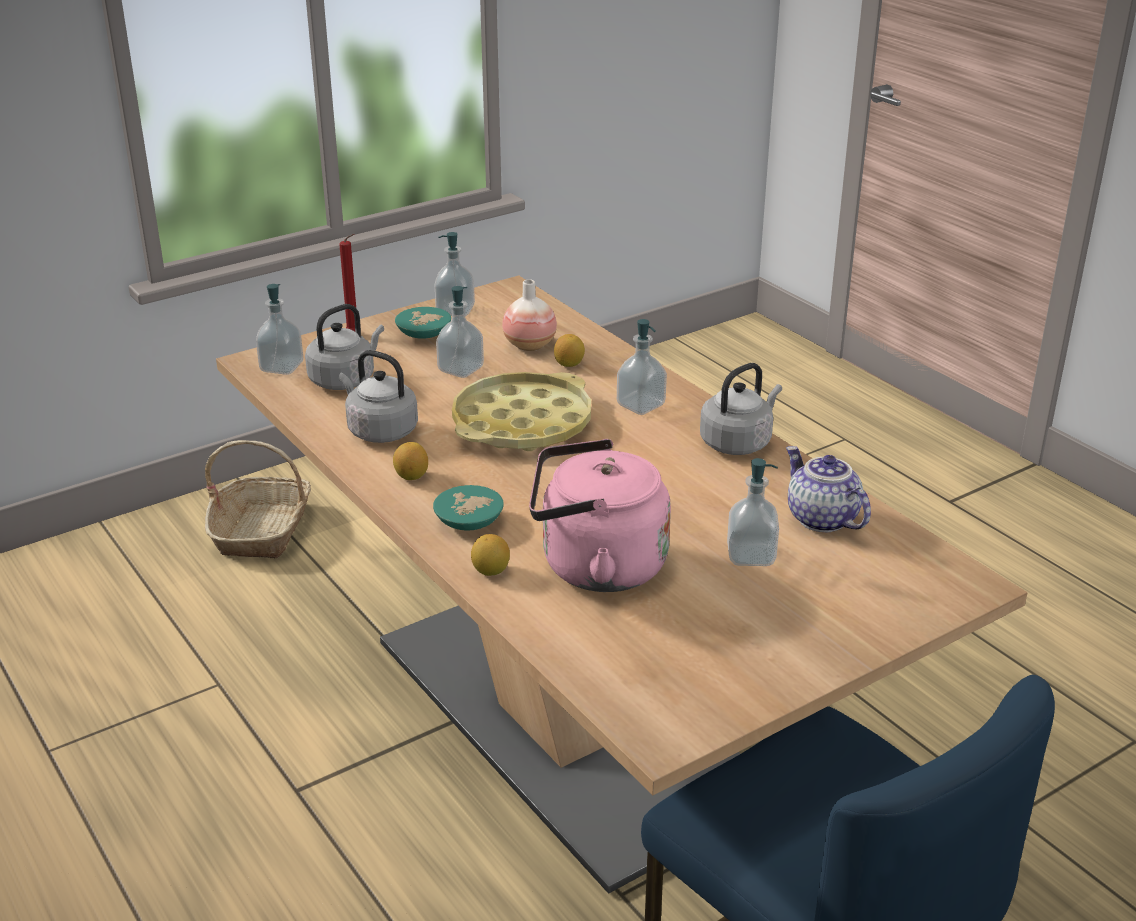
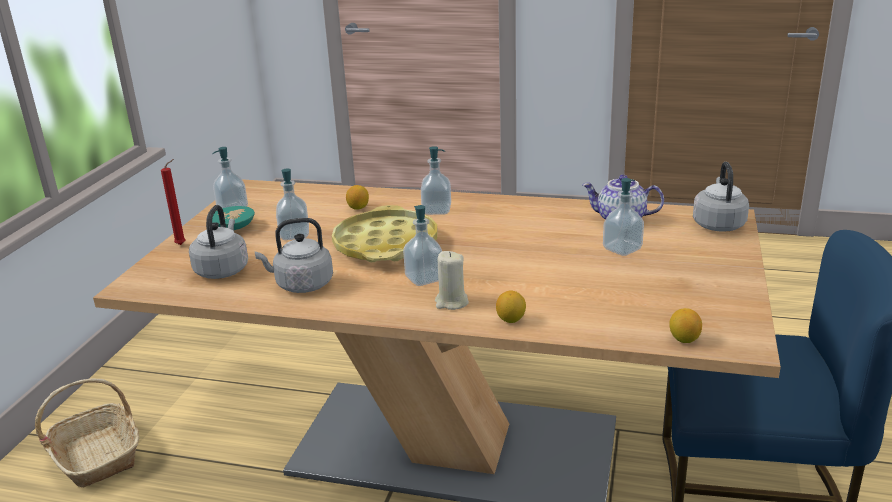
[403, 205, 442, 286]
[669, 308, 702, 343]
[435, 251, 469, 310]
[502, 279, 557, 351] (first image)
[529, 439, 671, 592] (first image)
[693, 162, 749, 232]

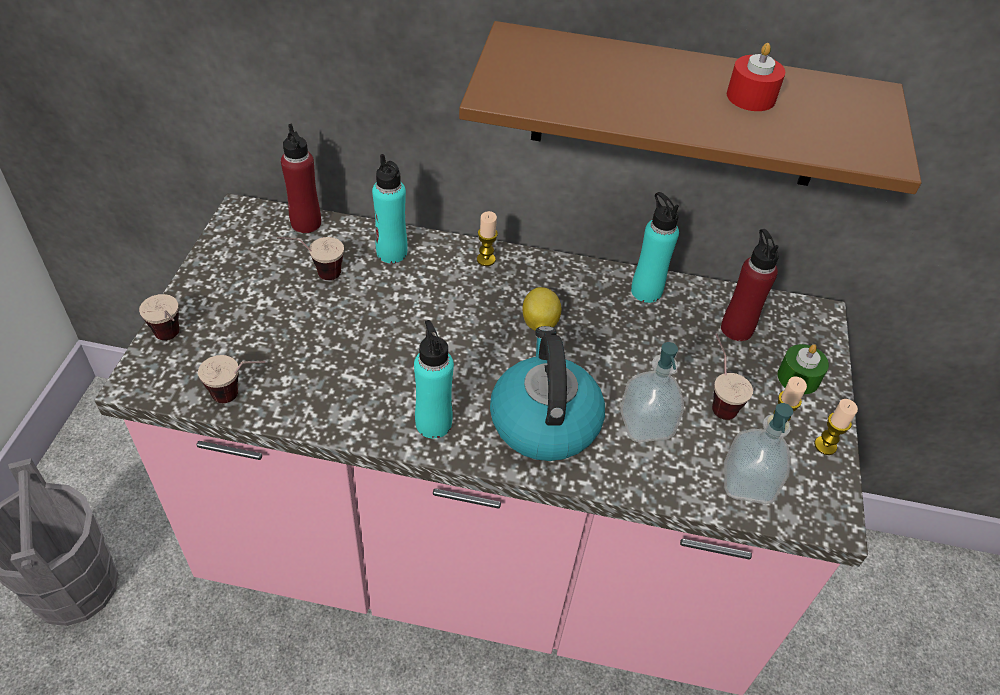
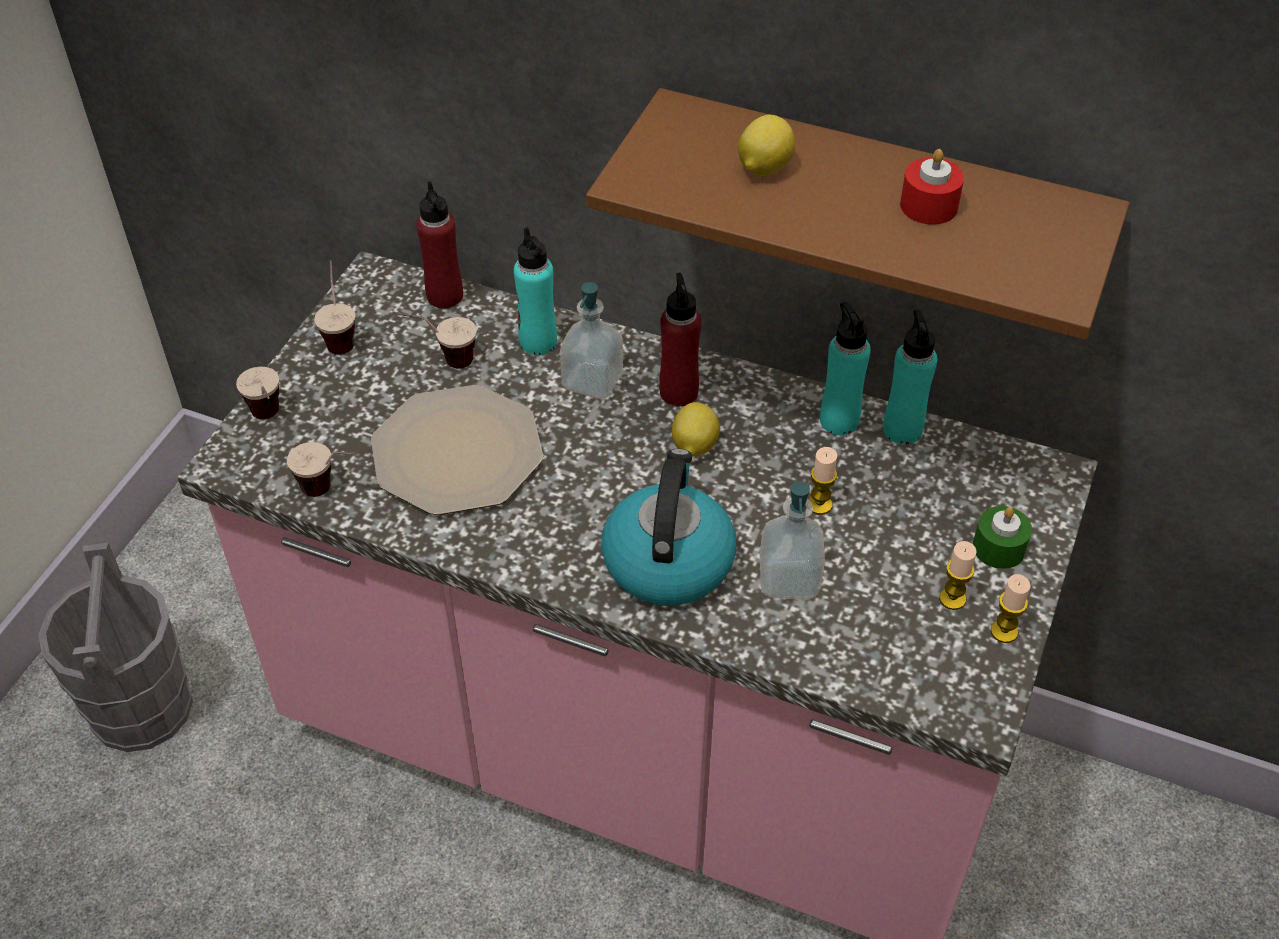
[883, 310, 937, 445]
[809, 447, 837, 515]
[314, 260, 355, 354]
[659, 273, 701, 407]
[560, 282, 623, 399]
[371, 385, 543, 515]
[738, 114, 795, 175]

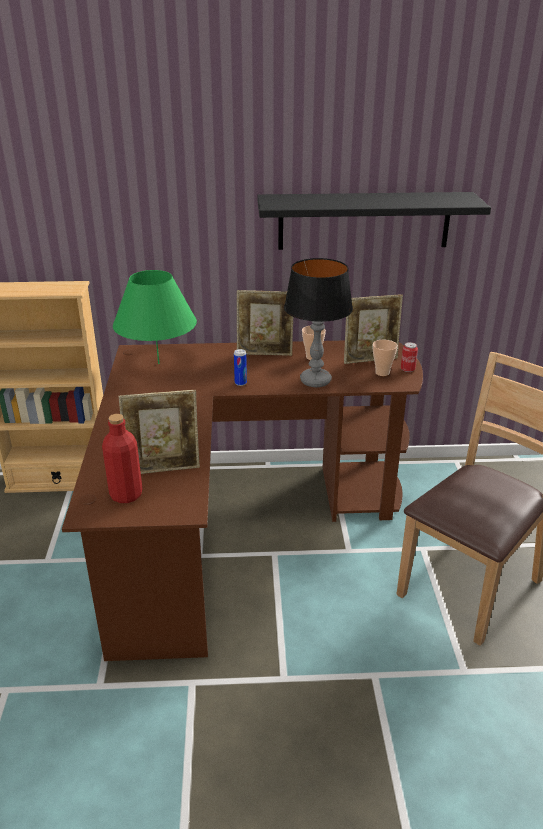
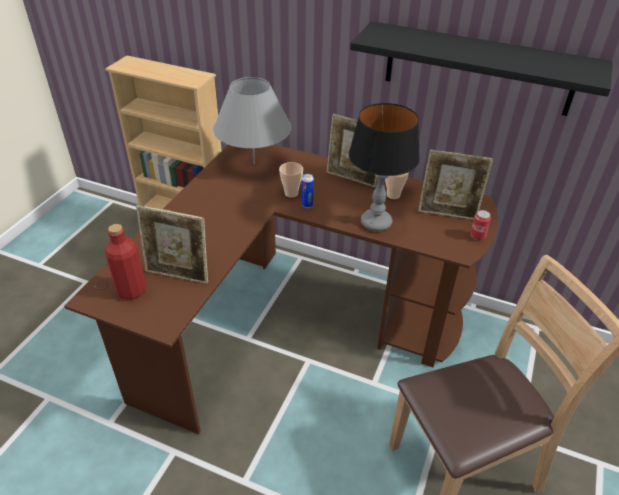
[213, 77, 291, 164]
[279, 162, 303, 198]

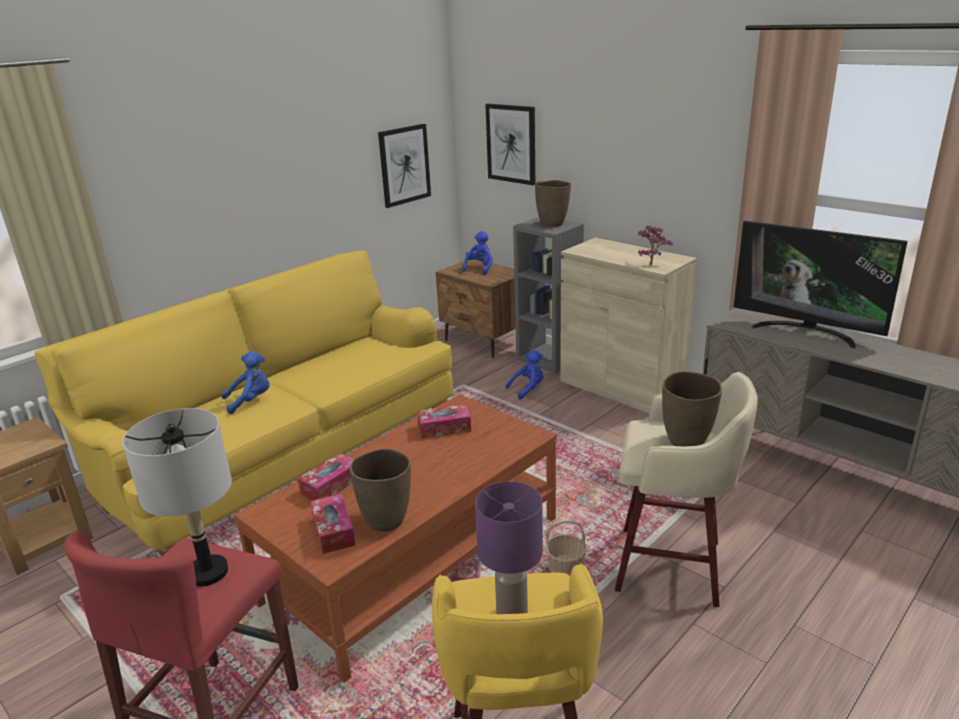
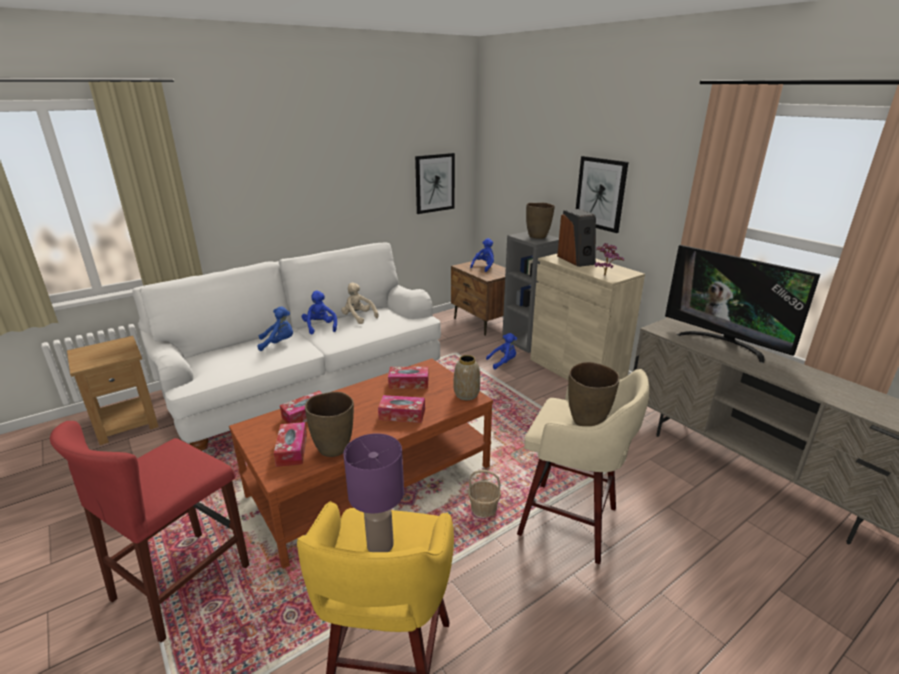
[132, 243, 441, 452]
[122, 408, 232, 587] (first image)
[576, 156, 628, 233]
[302, 291, 337, 335]
[341, 283, 379, 324]
[378, 395, 425, 423]
[453, 355, 480, 400]
[557, 209, 596, 267]

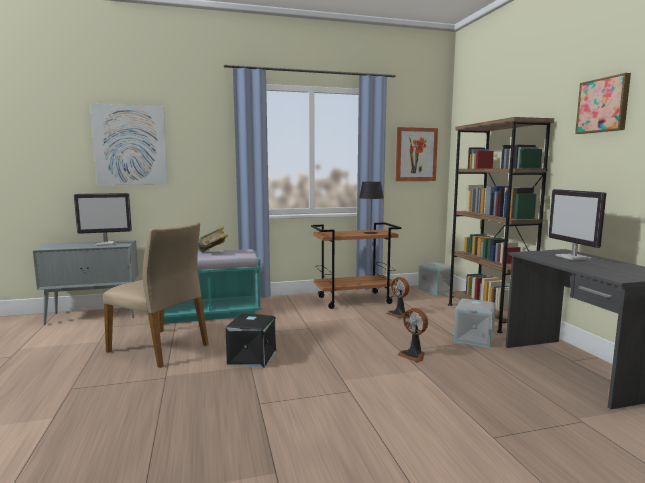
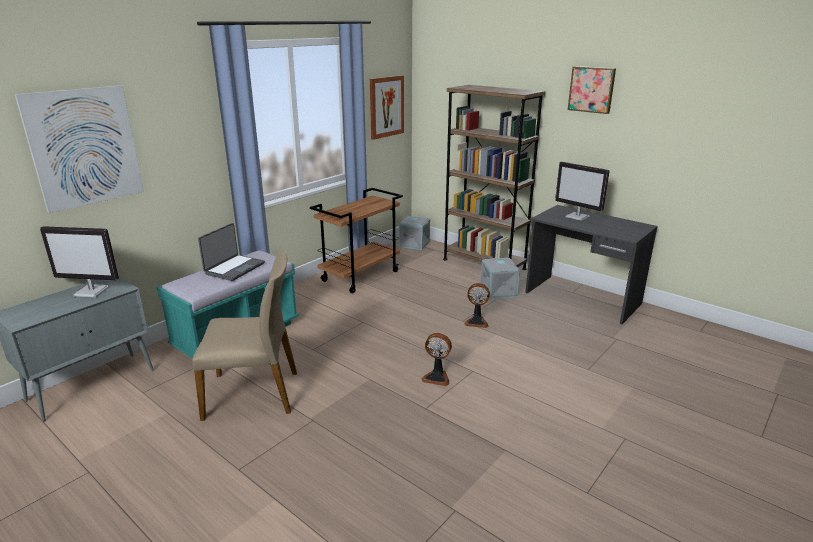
[40, 226, 119, 298]
[198, 223, 265, 281]
[225, 314, 276, 368] (first image)
[359, 182, 384, 234] (first image)
[421, 333, 452, 386]

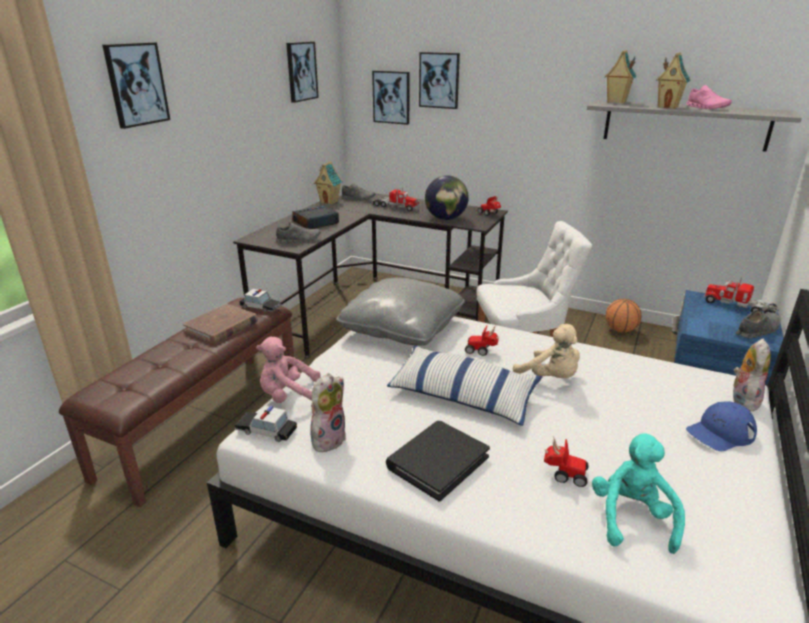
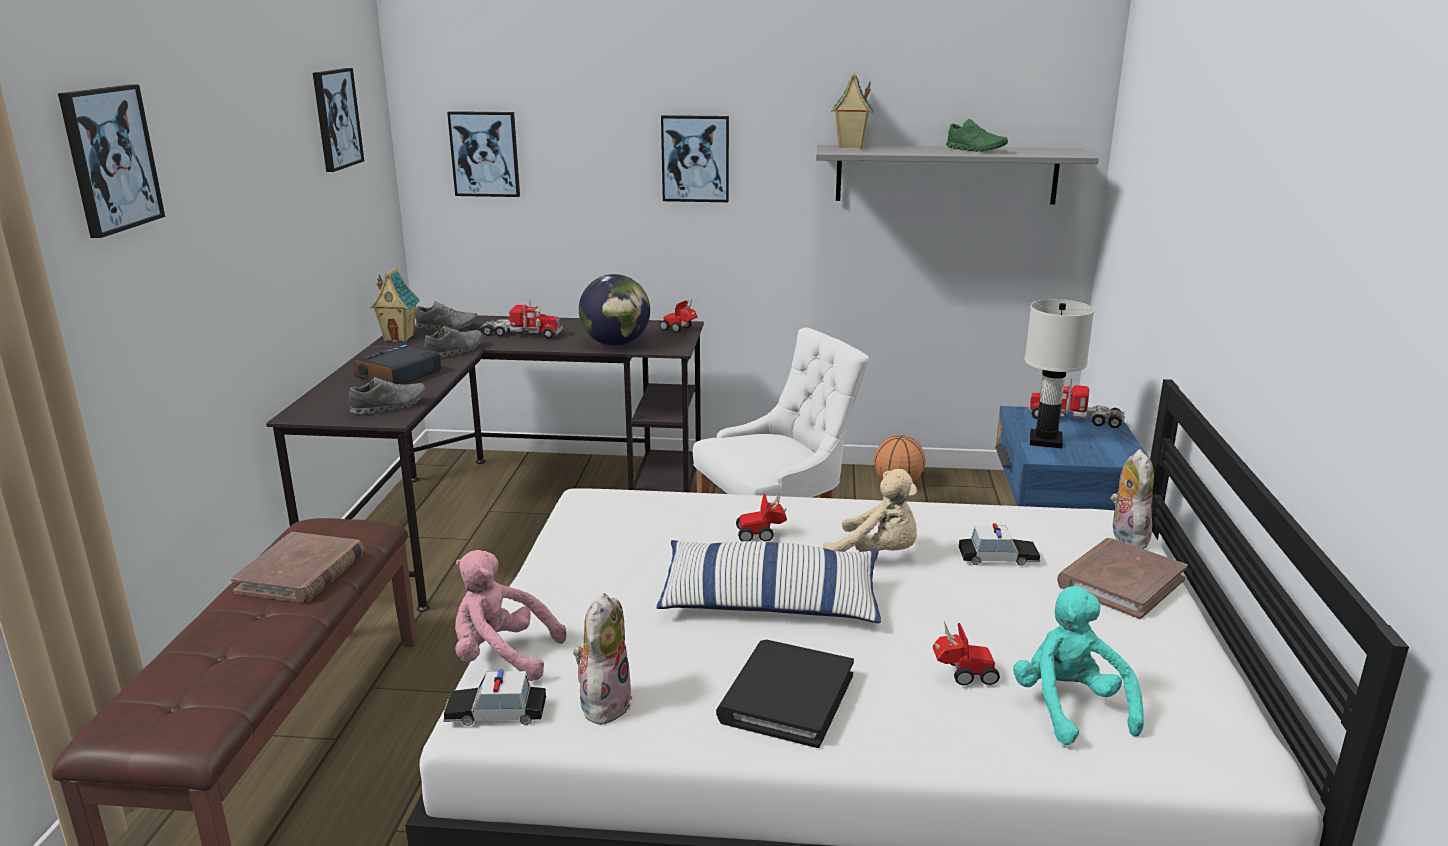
[959, 523, 1040, 566]
[455, 550, 567, 681]
[336, 277, 465, 346] (first image)
[661, 115, 729, 202]
[656, 52, 691, 109] (first image)
[946, 119, 1008, 152]
[1057, 538, 1188, 619]
[424, 326, 482, 358]
[1024, 299, 1094, 448]

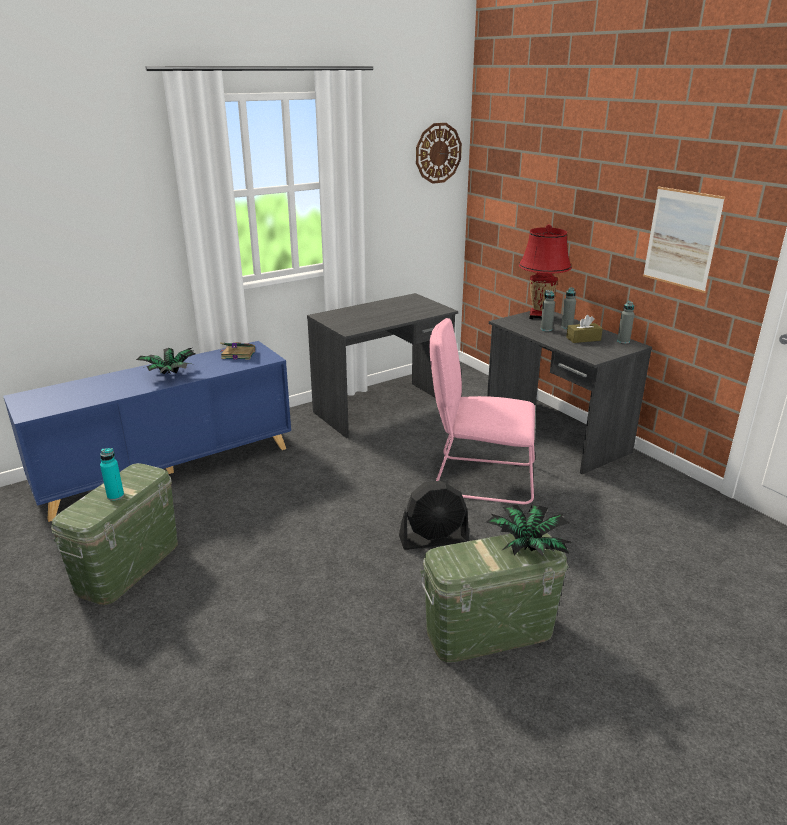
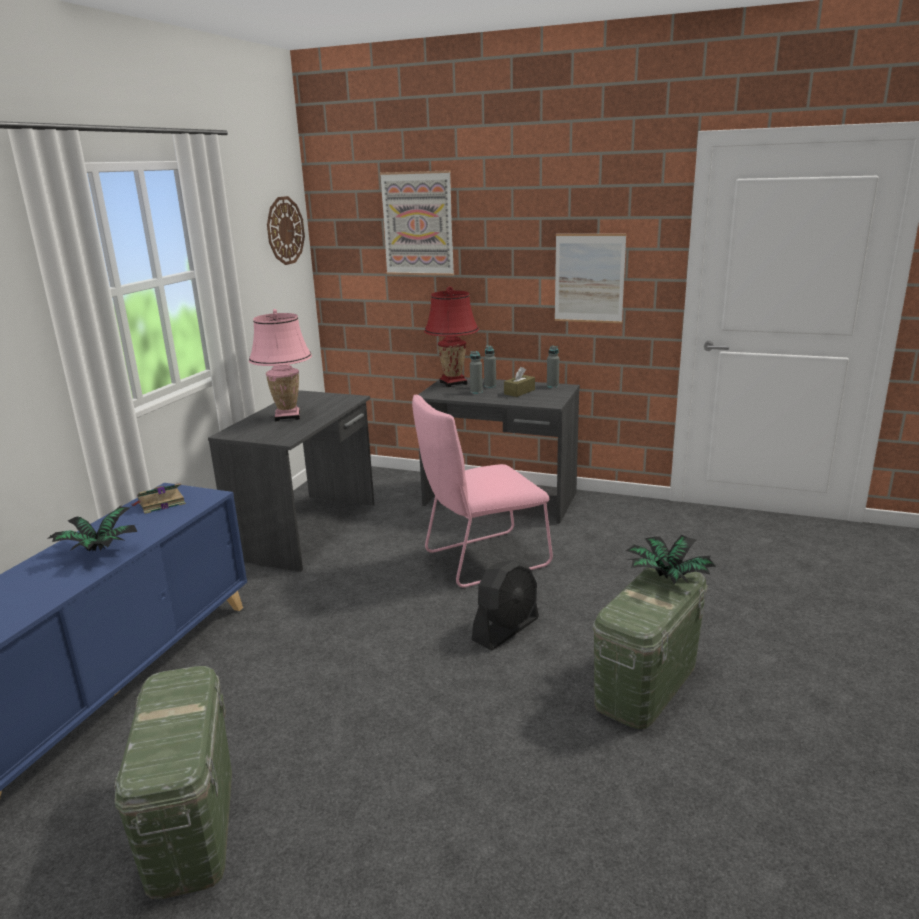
[100, 448, 124, 501] (first image)
[249, 309, 312, 422]
[380, 170, 454, 276]

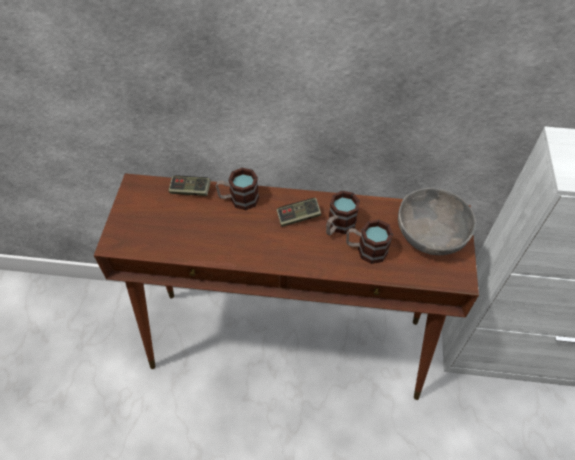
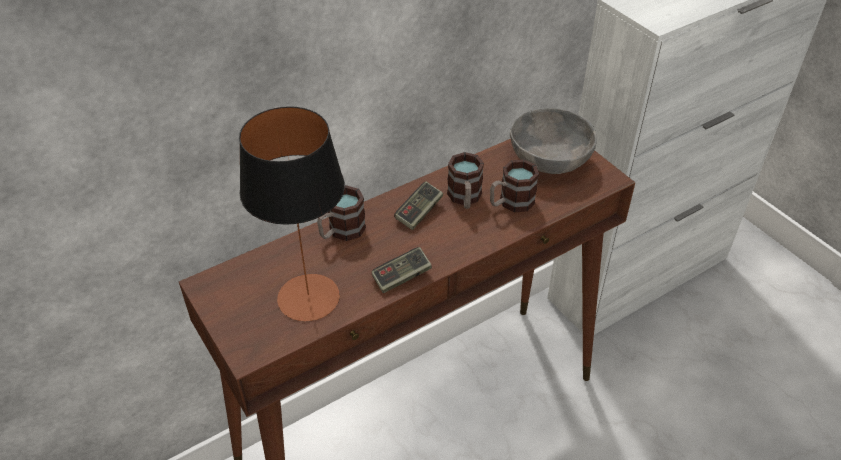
[372, 247, 432, 293]
[239, 106, 345, 321]

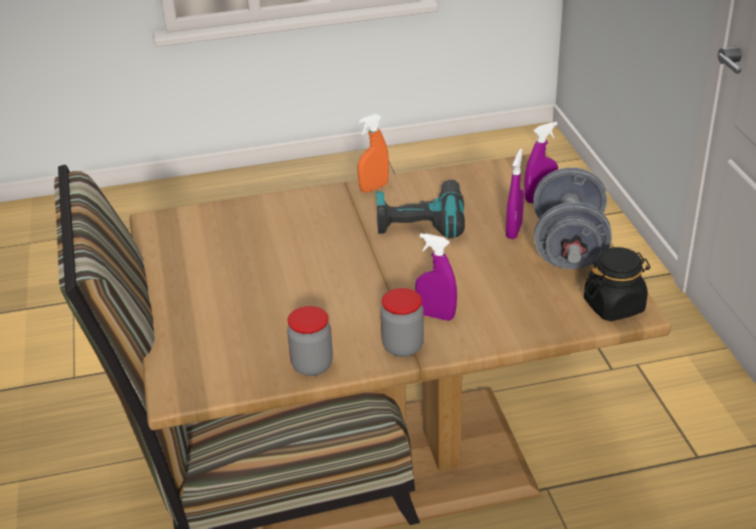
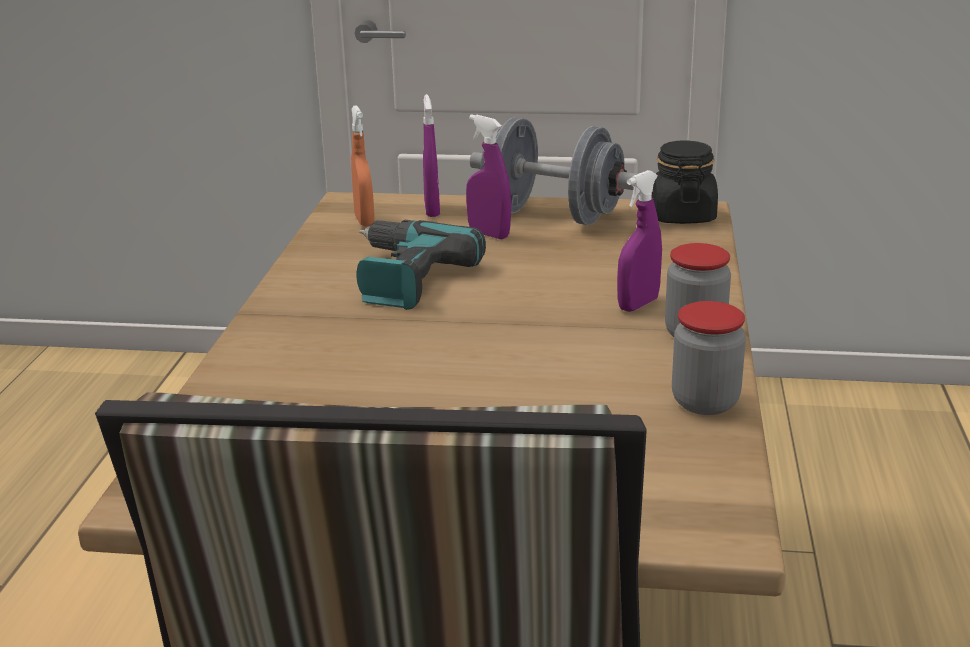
[351, 105, 375, 226]

